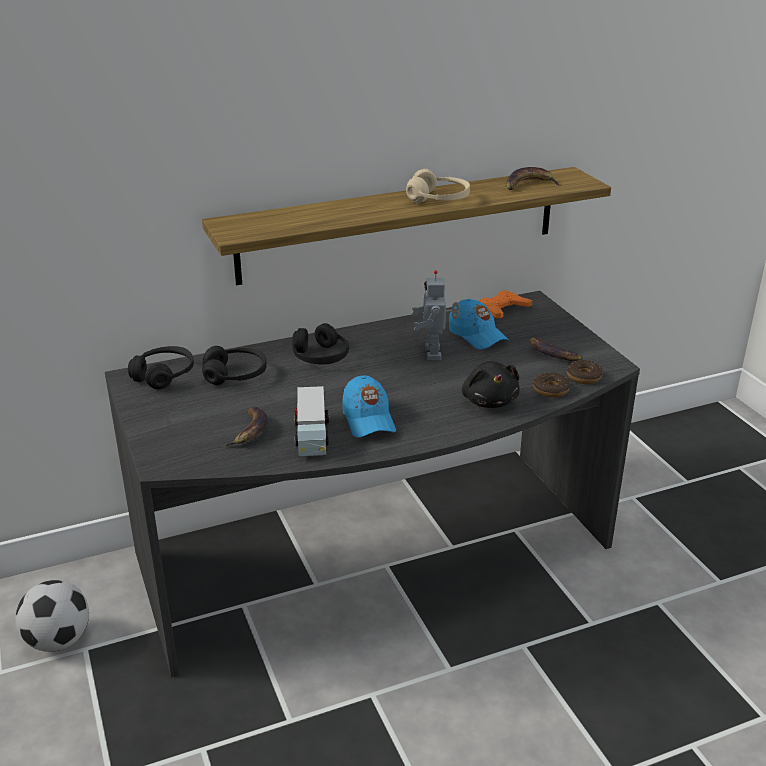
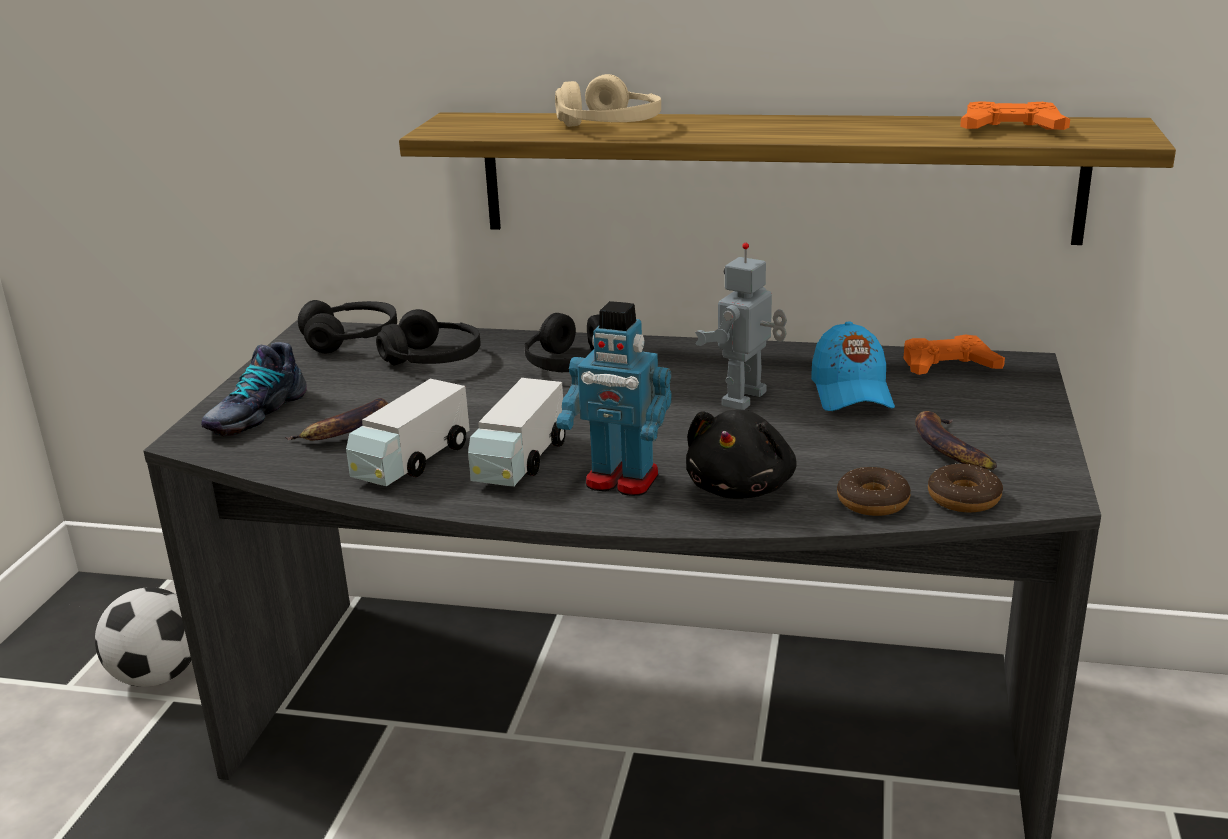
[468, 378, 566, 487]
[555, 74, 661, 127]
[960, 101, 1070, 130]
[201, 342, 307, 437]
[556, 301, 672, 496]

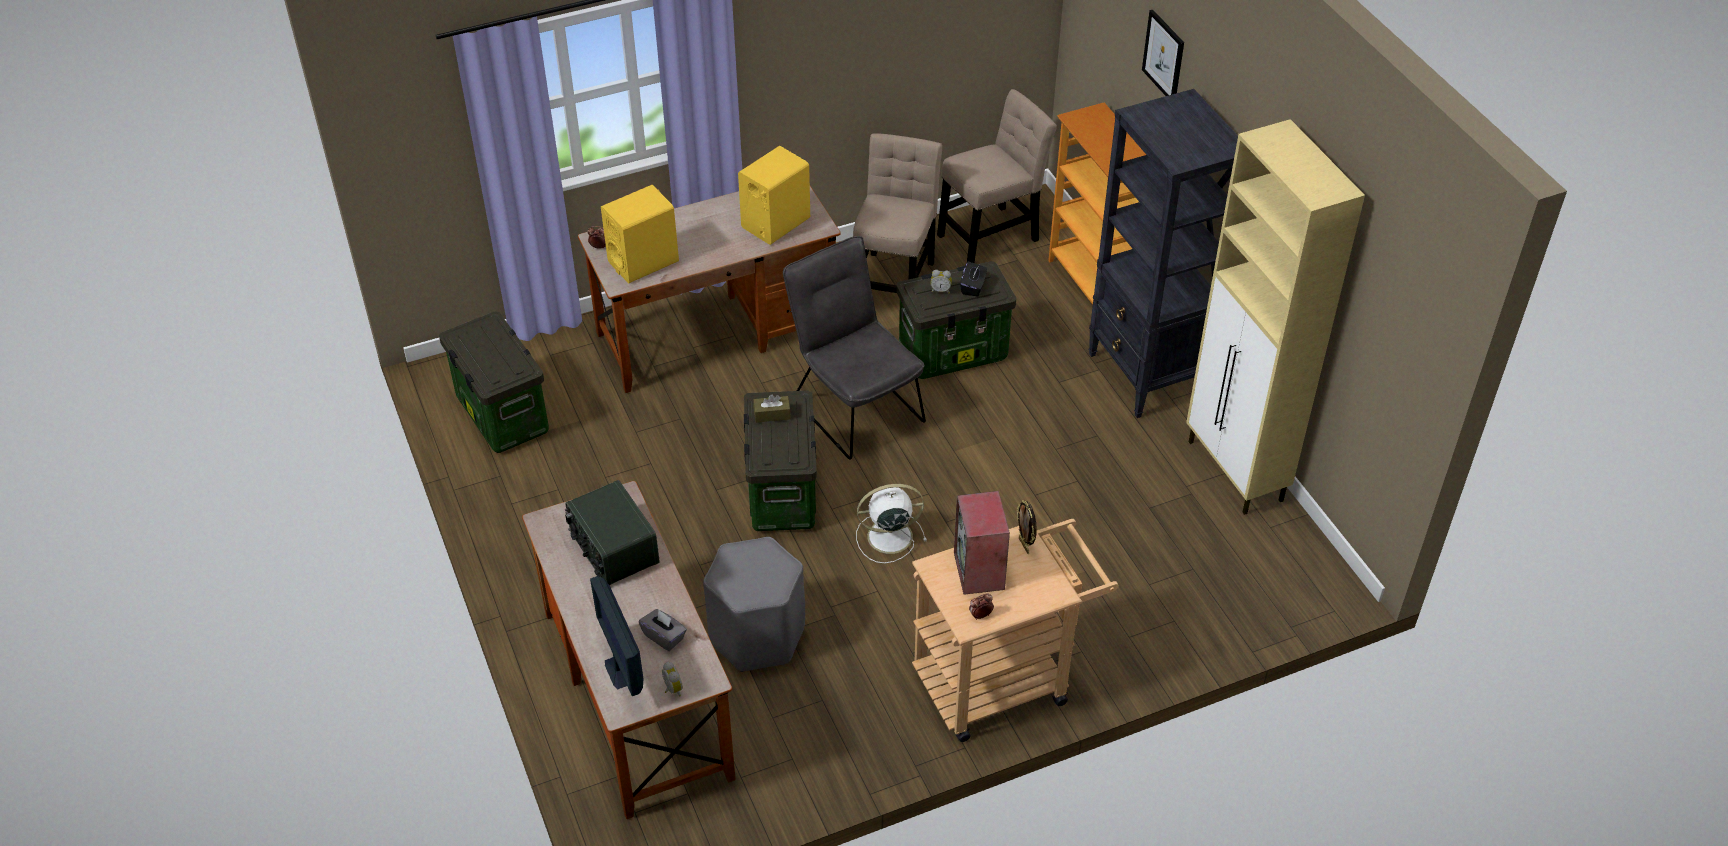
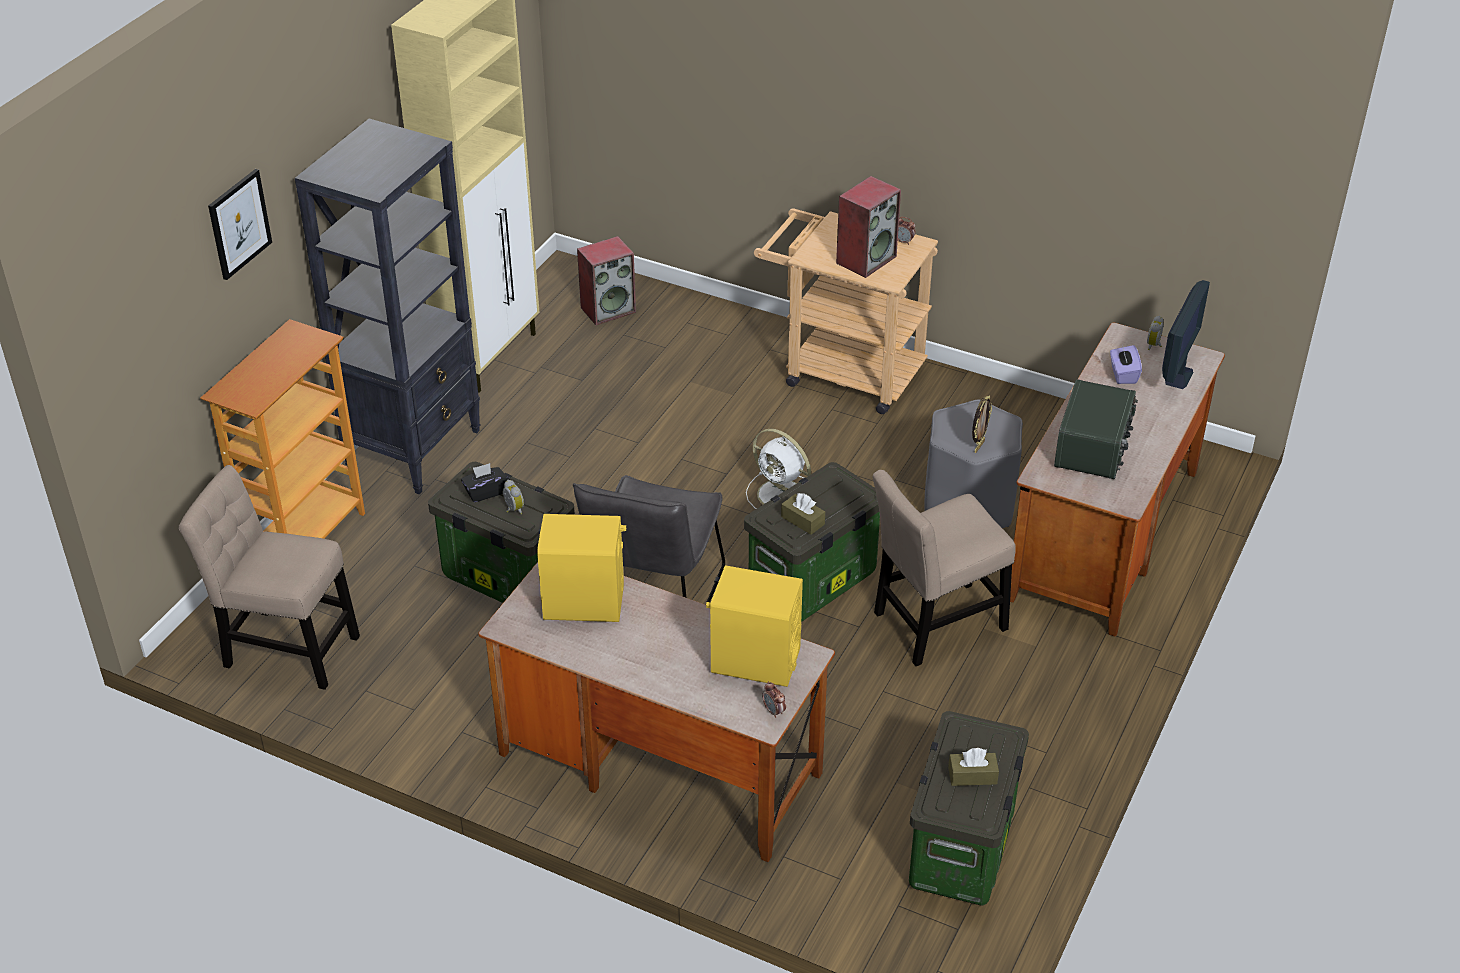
[1110, 345, 1142, 384]
[873, 470, 1016, 666]
[972, 396, 992, 453]
[577, 236, 636, 325]
[948, 748, 999, 786]

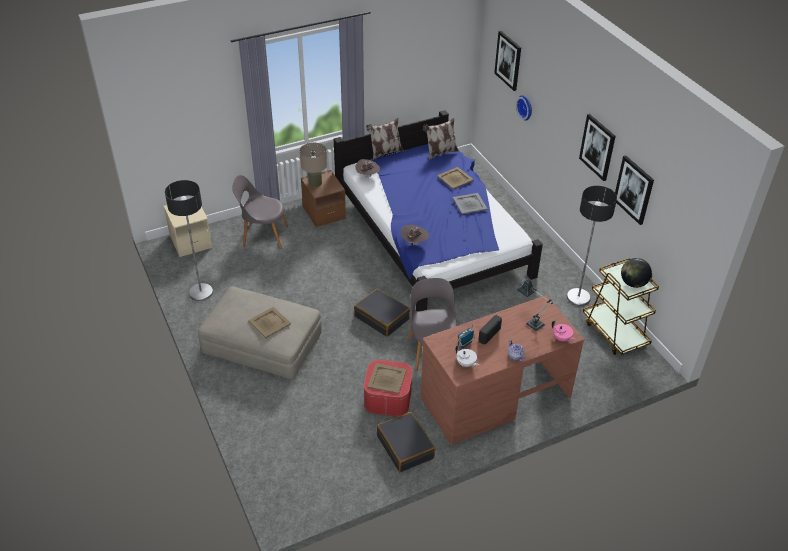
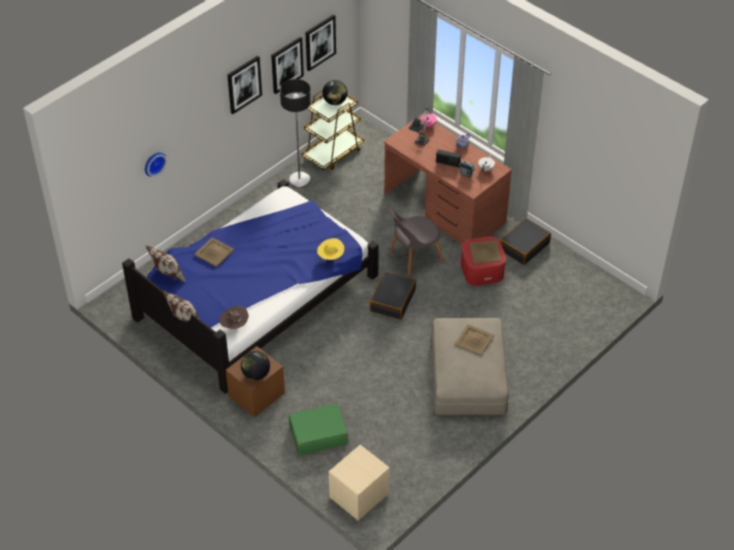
[165, 180, 213, 301] (first image)
[289, 403, 348, 455]
[241, 351, 270, 380]
[317, 238, 344, 260]
[453, 193, 487, 214] (first image)
[306, 14, 336, 71]

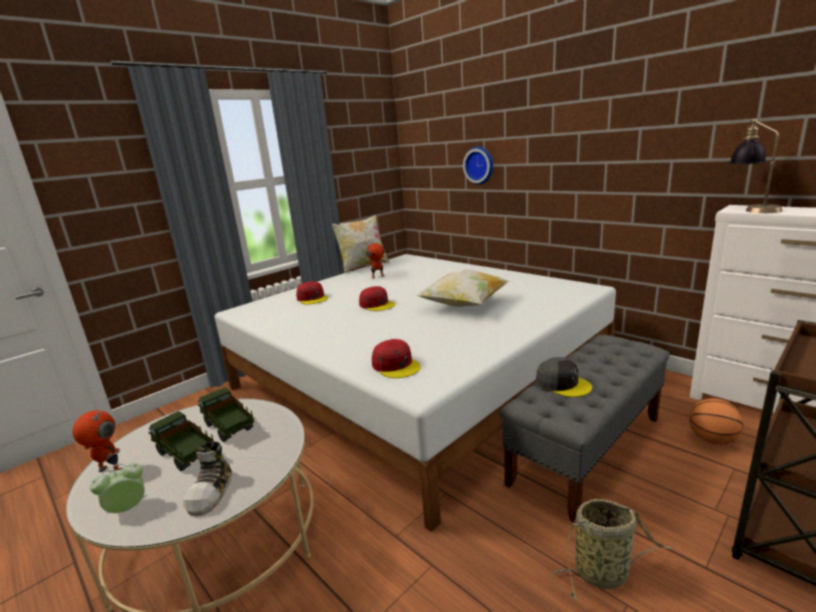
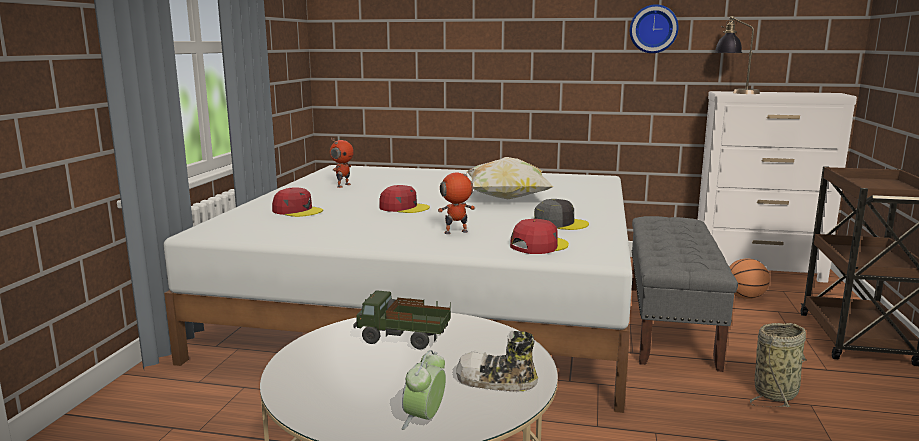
[438, 168, 475, 234]
[149, 411, 214, 471] (first image)
[456, 331, 538, 391]
[332, 215, 389, 273] (first image)
[510, 219, 569, 254]
[630, 4, 678, 53]
[534, 199, 589, 230]

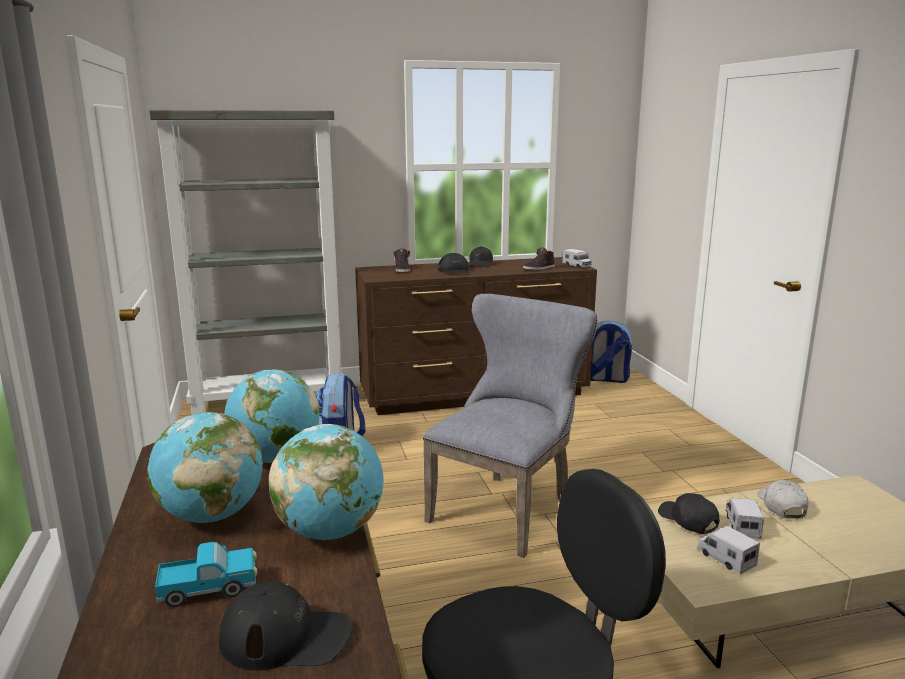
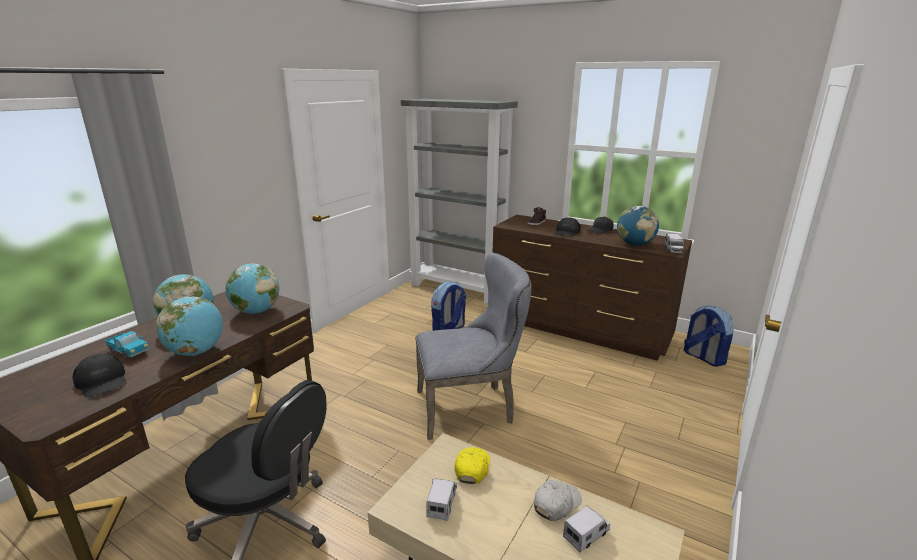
[617, 206, 659, 246]
[454, 447, 490, 484]
[563, 505, 610, 553]

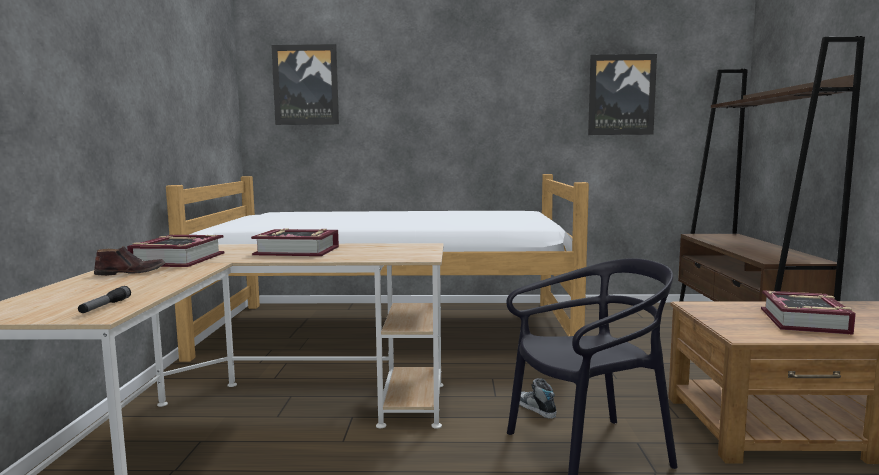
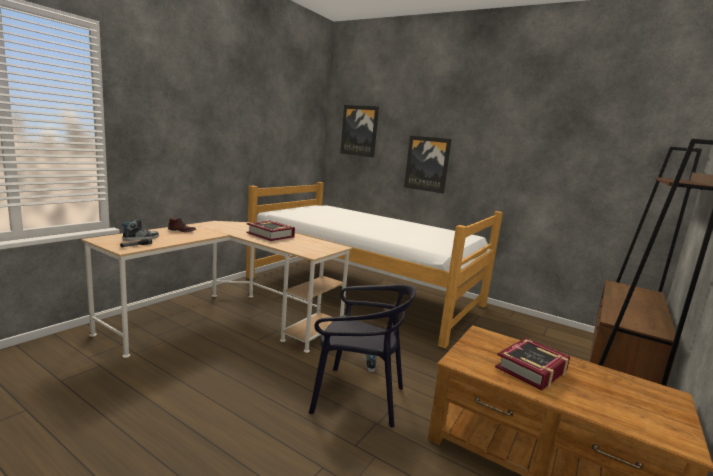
[127, 235, 224, 267] (first image)
[404, 136, 452, 193]
[121, 219, 159, 241]

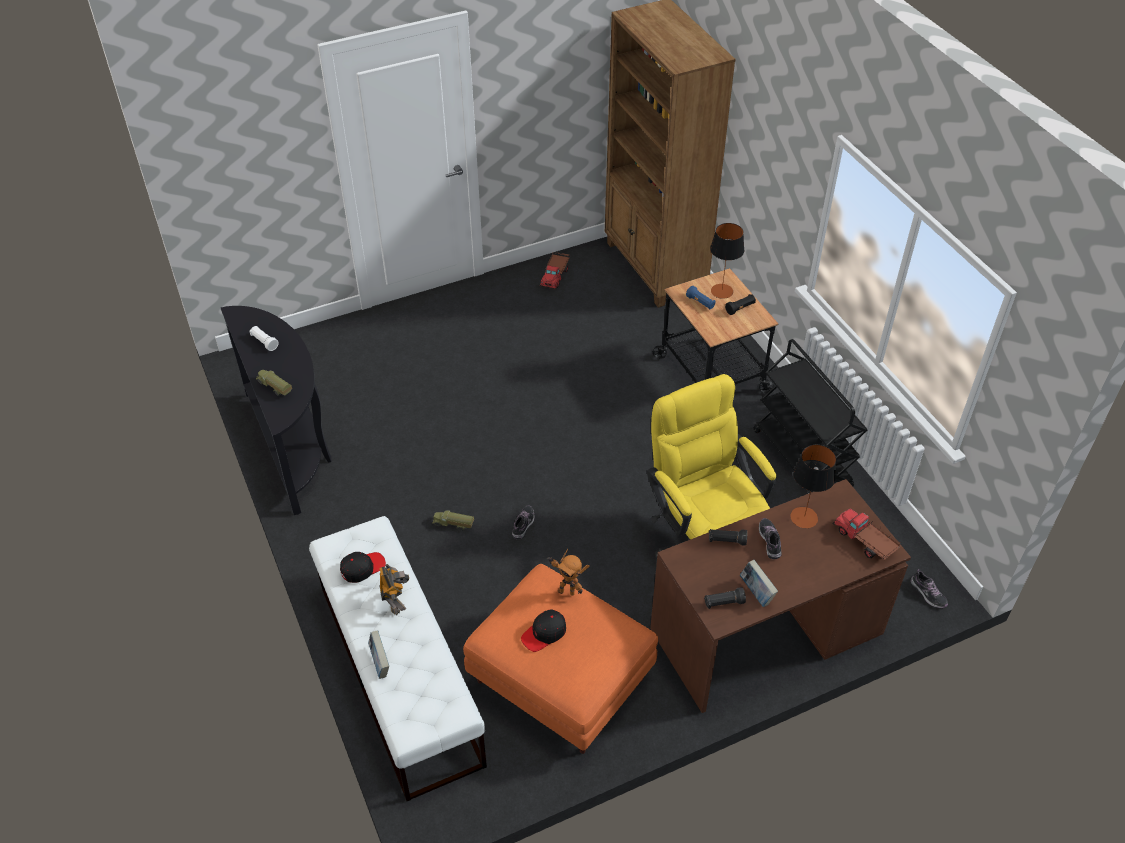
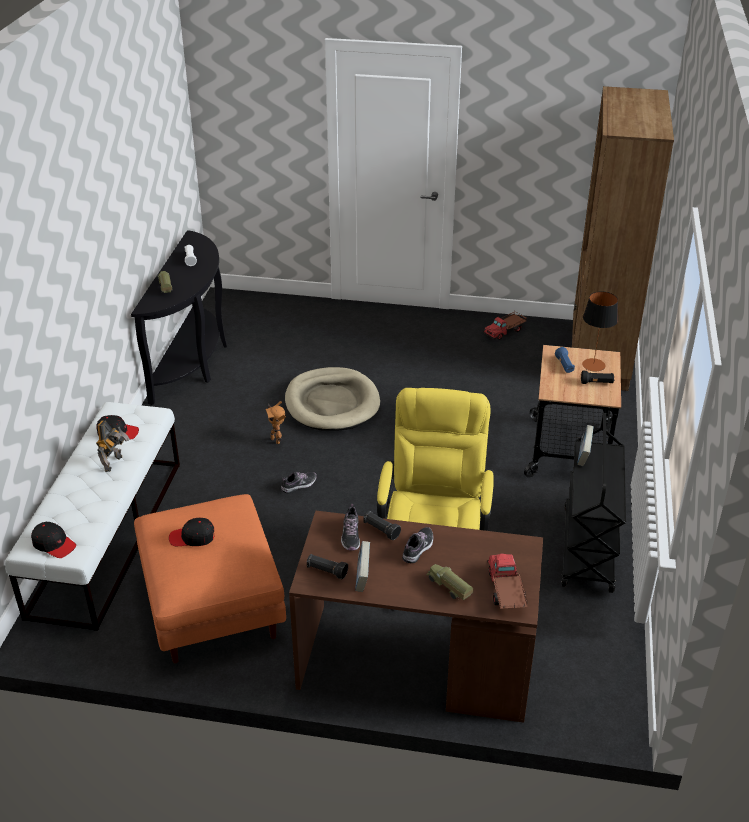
[577, 425, 594, 466]
[426, 564, 474, 600]
[265, 401, 286, 444]
[790, 445, 836, 528] (first image)
[341, 504, 360, 551]
[31, 522, 76, 558]
[285, 367, 380, 431]

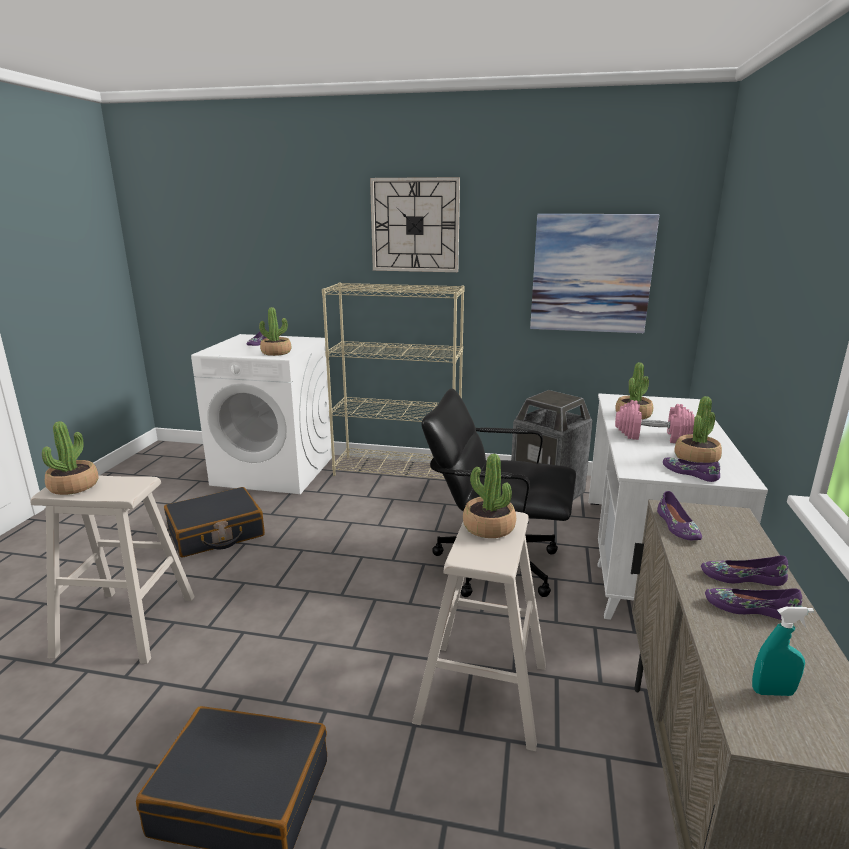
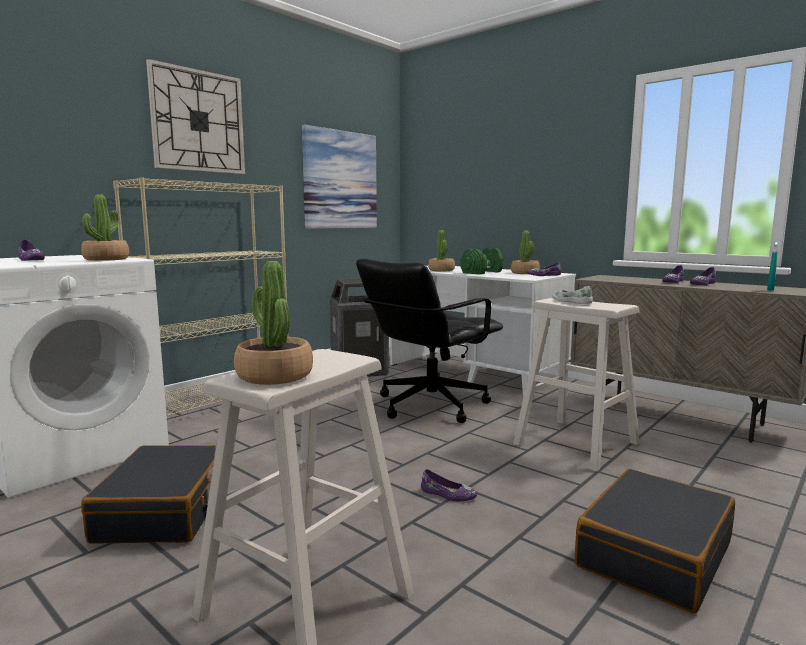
[552, 286, 593, 304]
[460, 248, 503, 274]
[421, 469, 478, 501]

